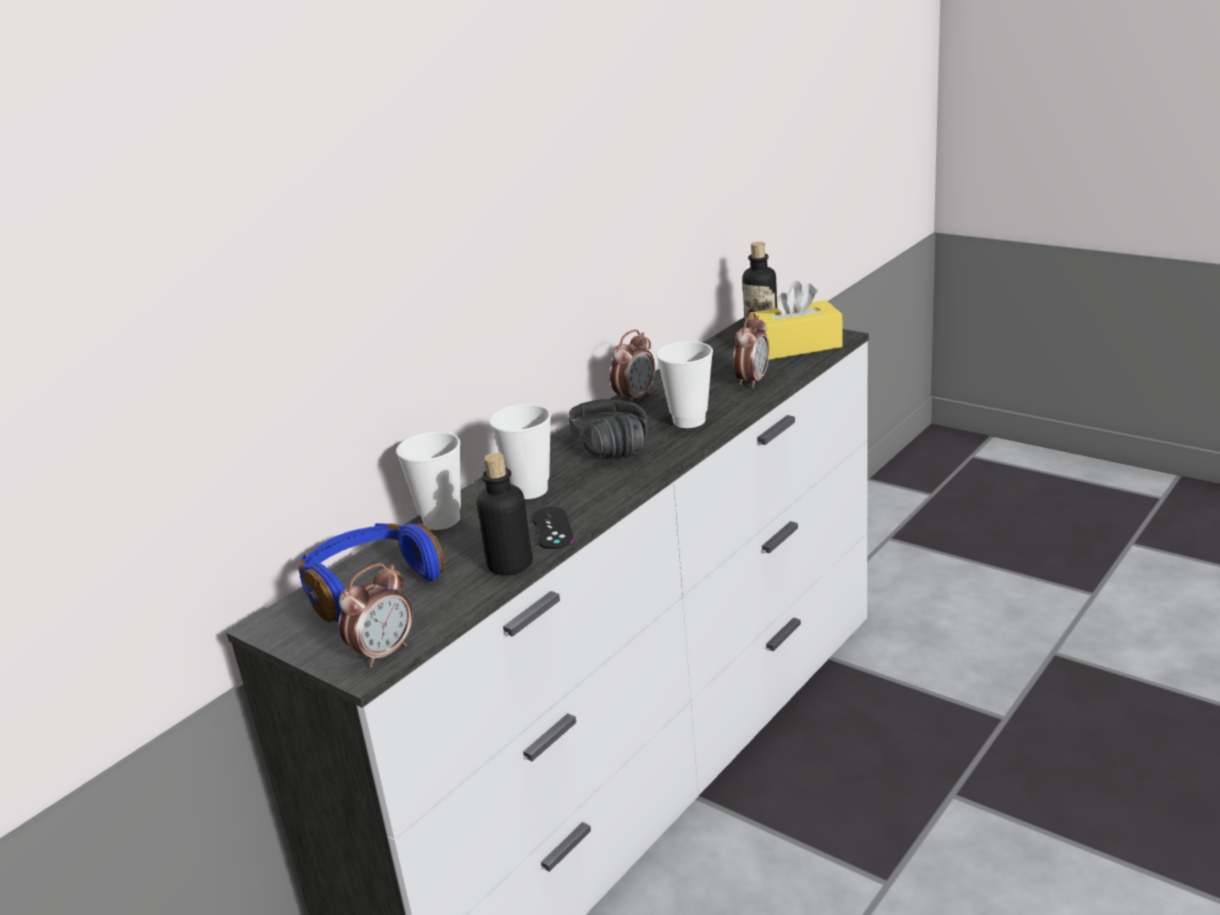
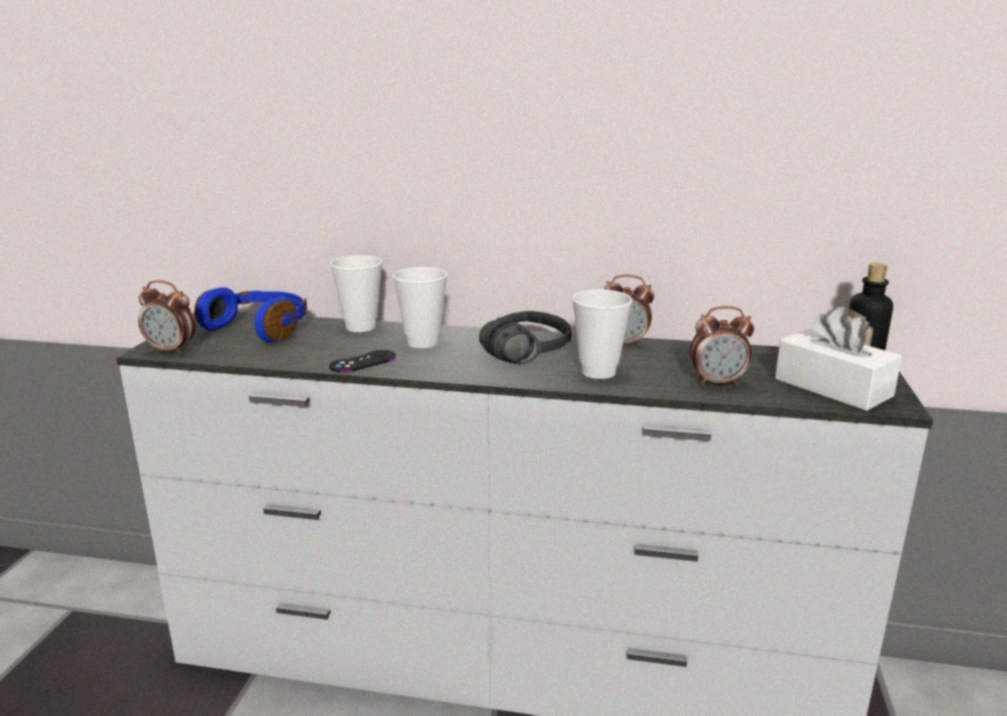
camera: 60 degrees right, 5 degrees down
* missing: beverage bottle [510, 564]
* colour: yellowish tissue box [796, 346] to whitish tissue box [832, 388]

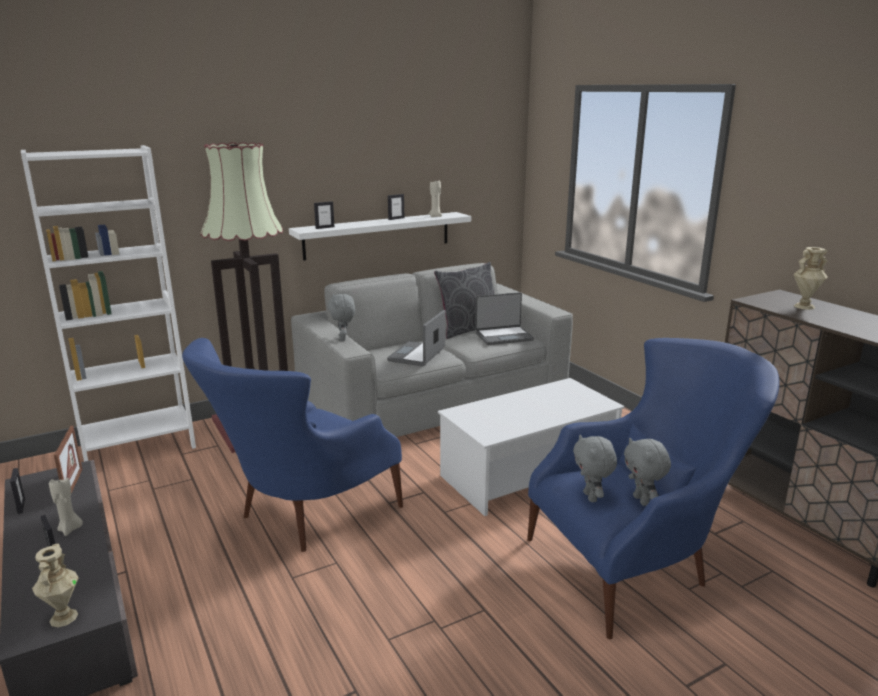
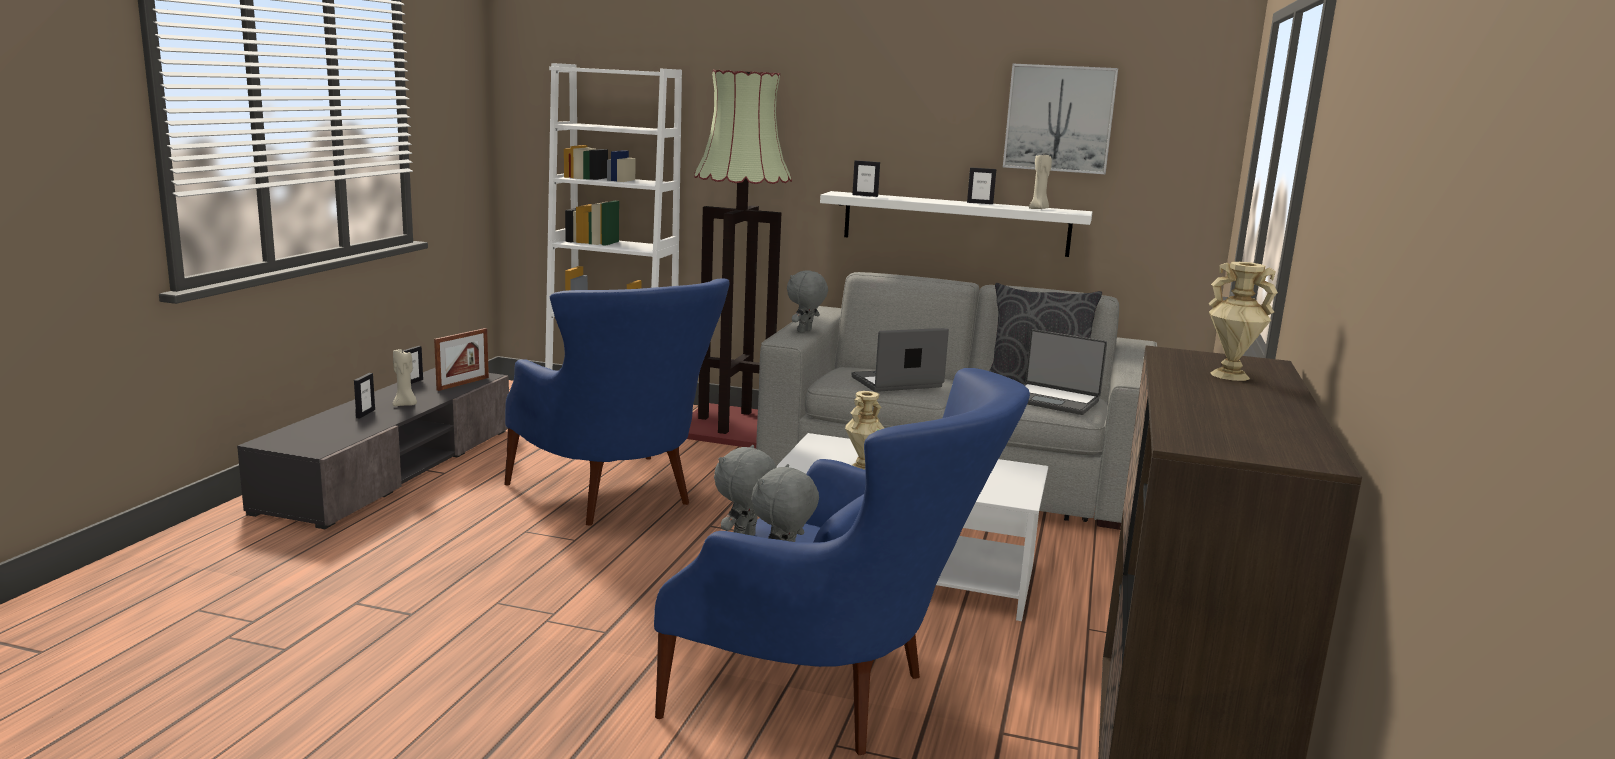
camera: 45 degrees right, 5 degrees down
* appeared: wall picture [1059, 118]
* relocated: sand-coloured vase [63, 617] to [861, 468]
* spun: blue lounge chair [300, 516] = [619, 499] 120 degrees counterclockwise

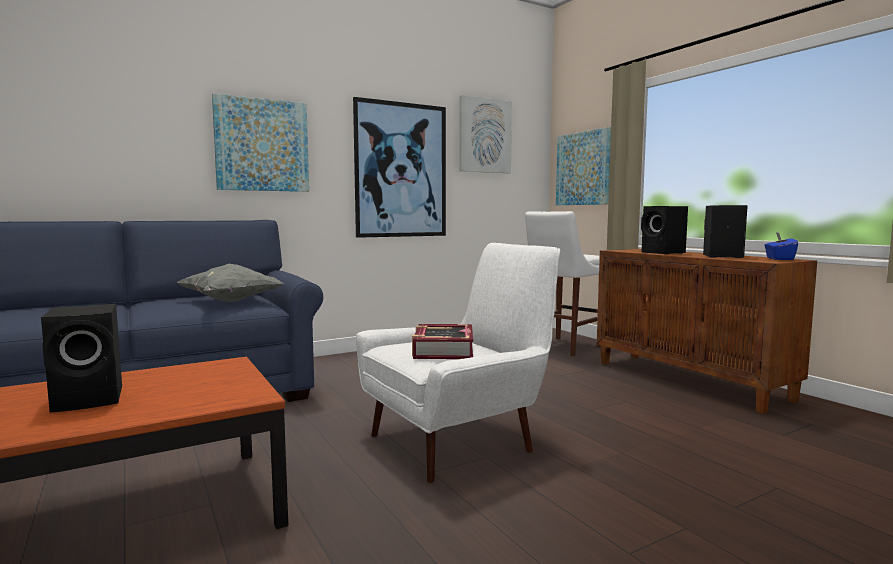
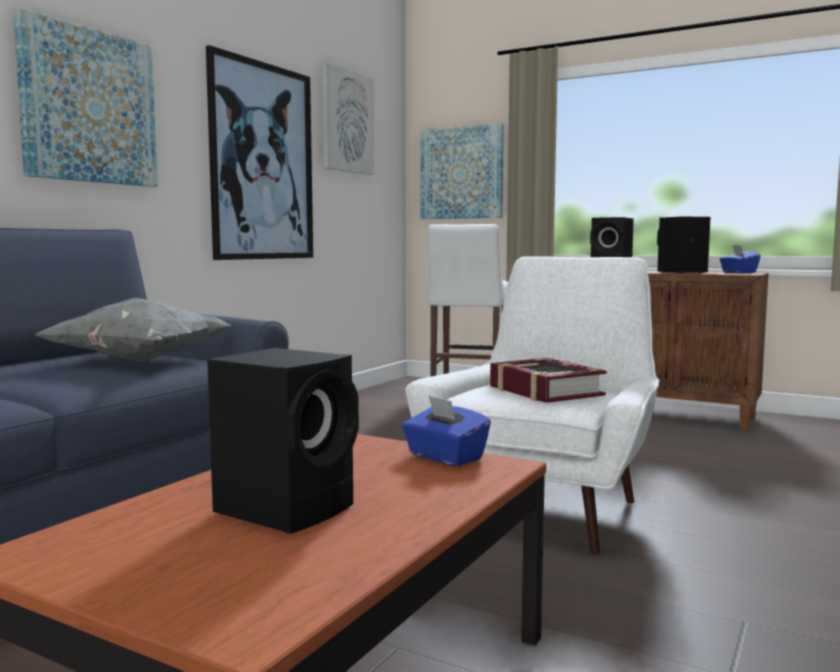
camera: 30 degrees left, 0 degrees up
* appeared: blue tissue box [445, 457]

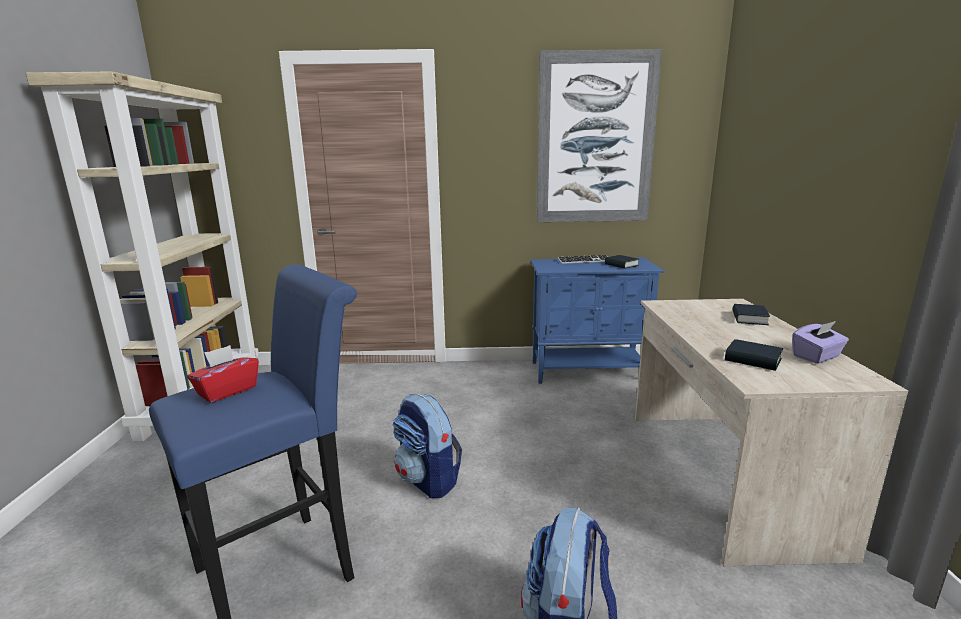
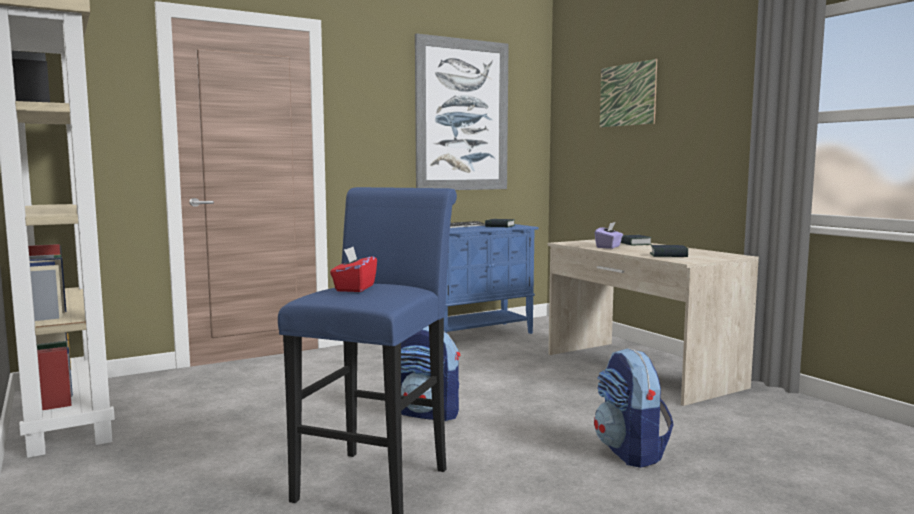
camera: 30 degrees left, 10 degrees down
* appeared: wall picture [627, 95]
* relocated: purple tissue box [816, 356] to [608, 247]

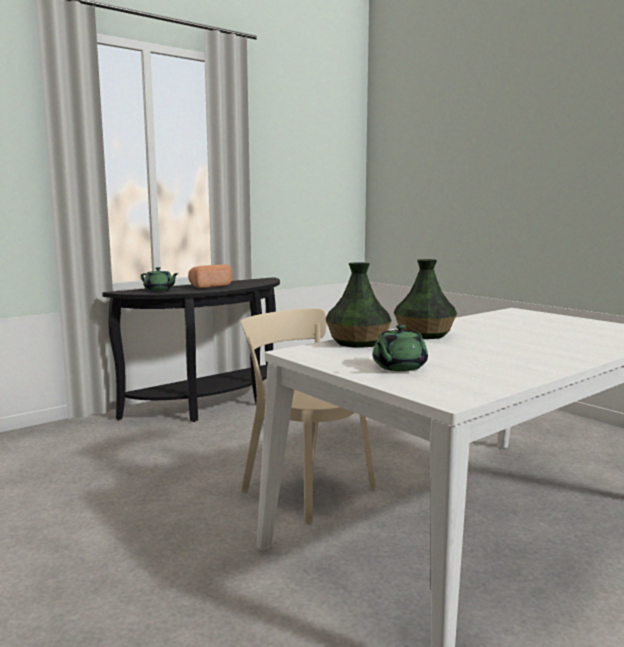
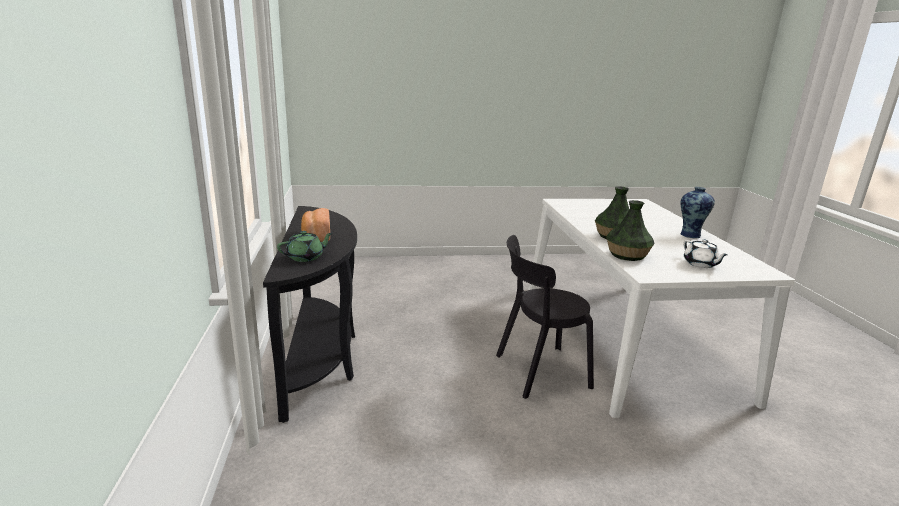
camera: 60 degrees left, 10 degrees up
* appeared: vase [690, 235]
* colour: sand-coloured upright chair [304, 487] to blackish upright chair [537, 371]
* colour: green teapot [398, 367] to whitish teapot [700, 264]

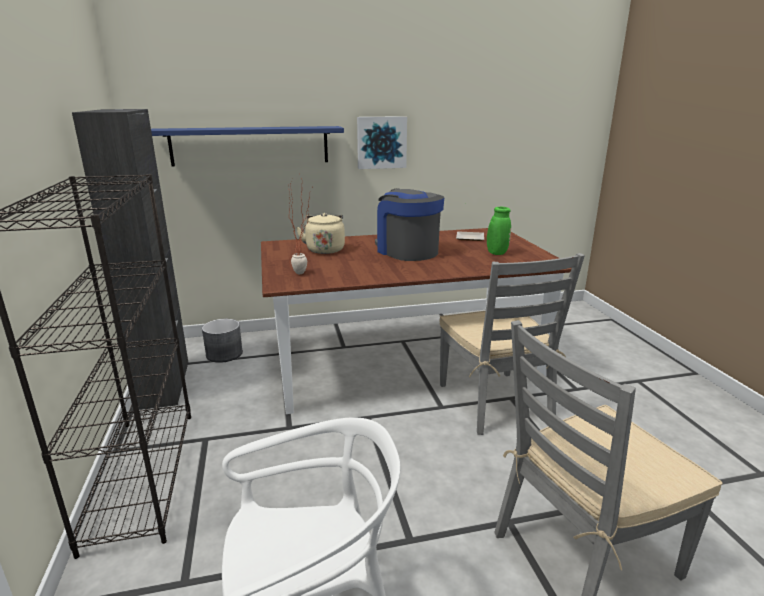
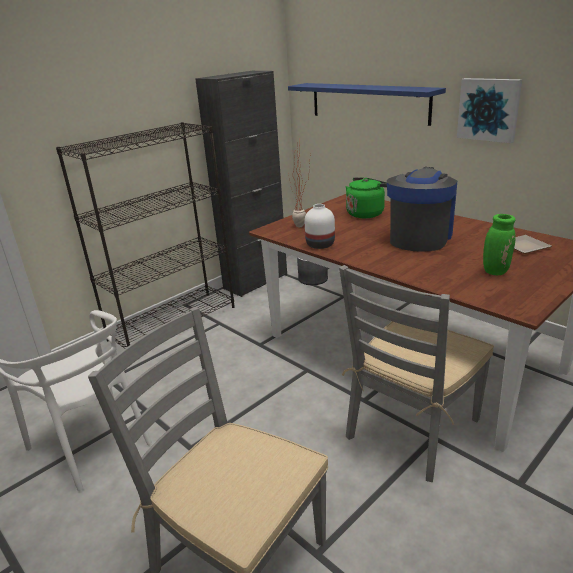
camera: 60 degrees right, 5 degrees up
* appeared: whitish vase [319, 244]
* colour: sand-coloured water kettle [325, 249] to green water kettle [366, 213]

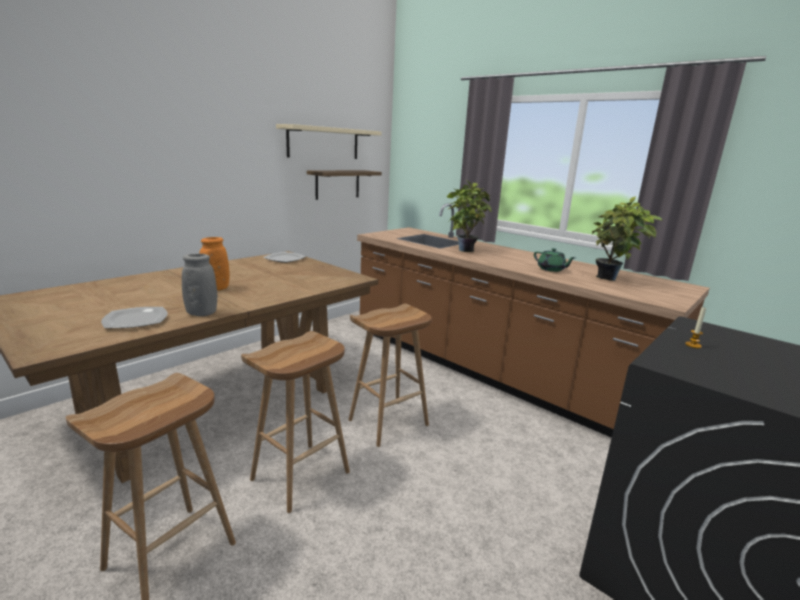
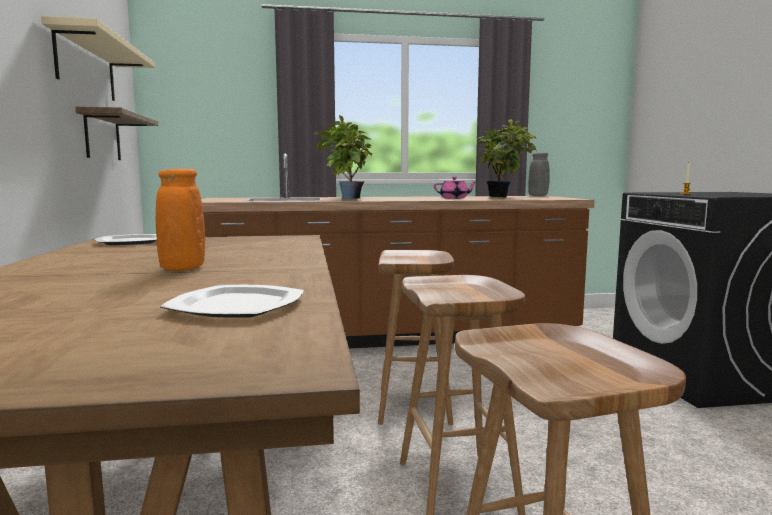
camera: 50 degrees left, 10 degrees down
* relocated: gray vase [202, 313] to [538, 196]
* colour: green teapot [551, 269] to pink teapot [454, 198]

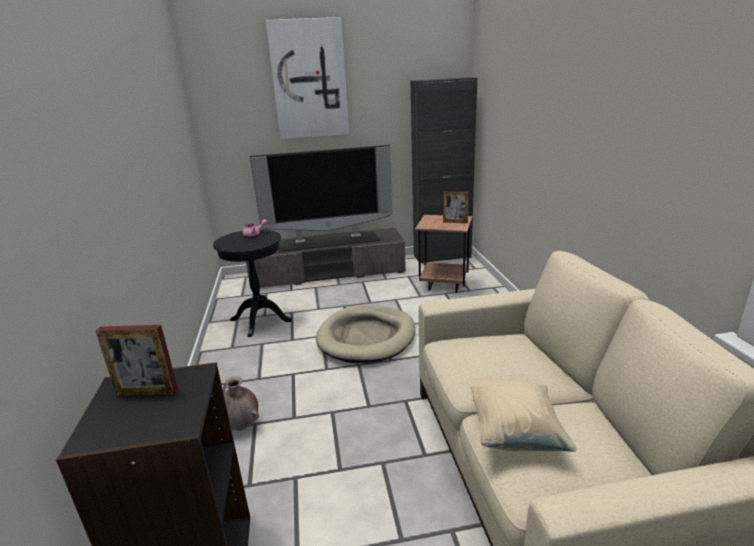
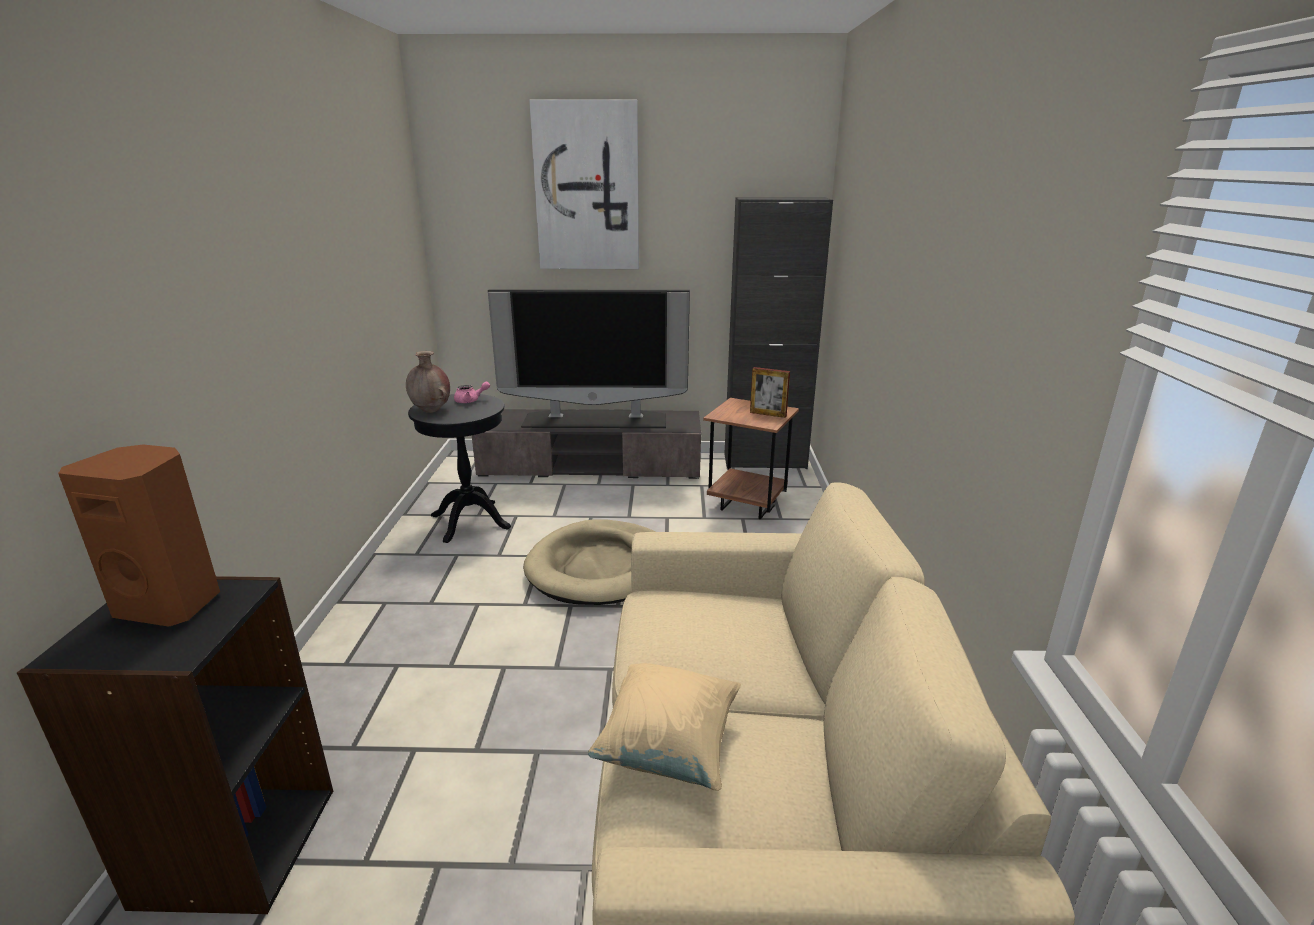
camera: 10 degrees right, 0 degrees up
* relocated: brownish vase [242, 426] to [431, 410]
* exchanged: standing frame [147, 392] to brownish speaker [172, 604]

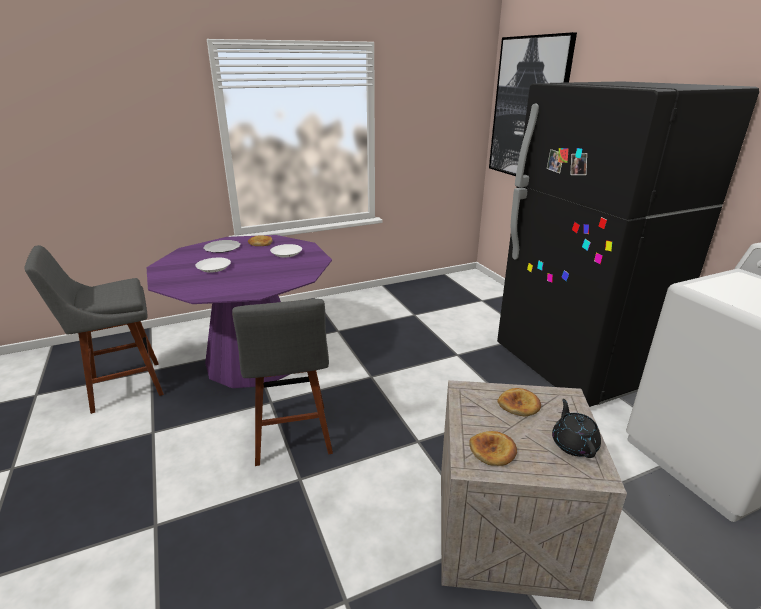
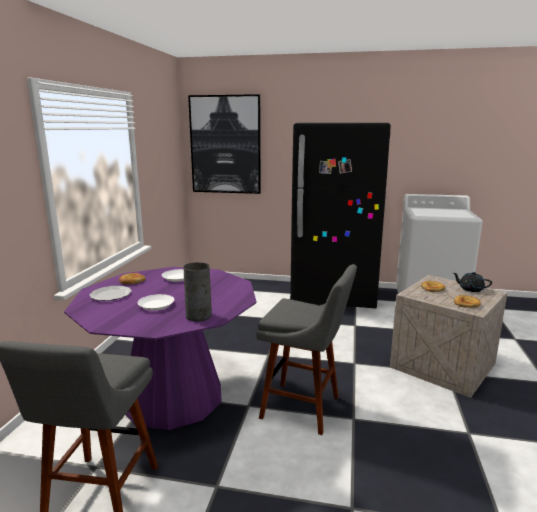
camera: 55 degrees left, 10 degrees down
* appeared: gray vase [198, 316]

